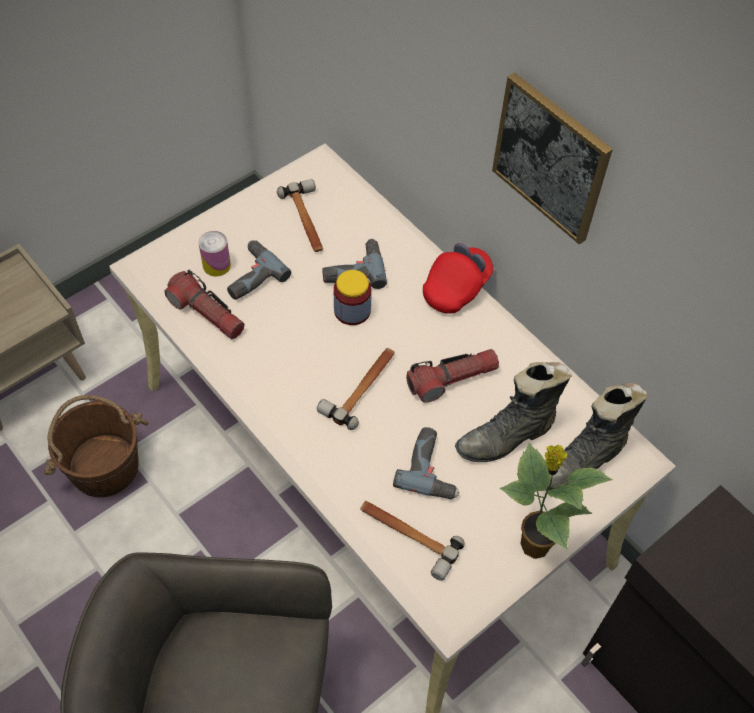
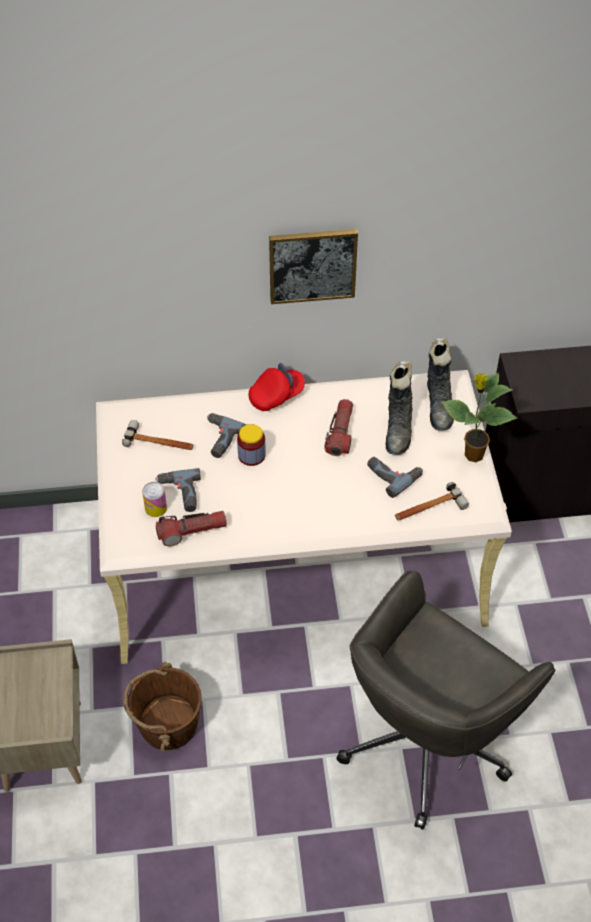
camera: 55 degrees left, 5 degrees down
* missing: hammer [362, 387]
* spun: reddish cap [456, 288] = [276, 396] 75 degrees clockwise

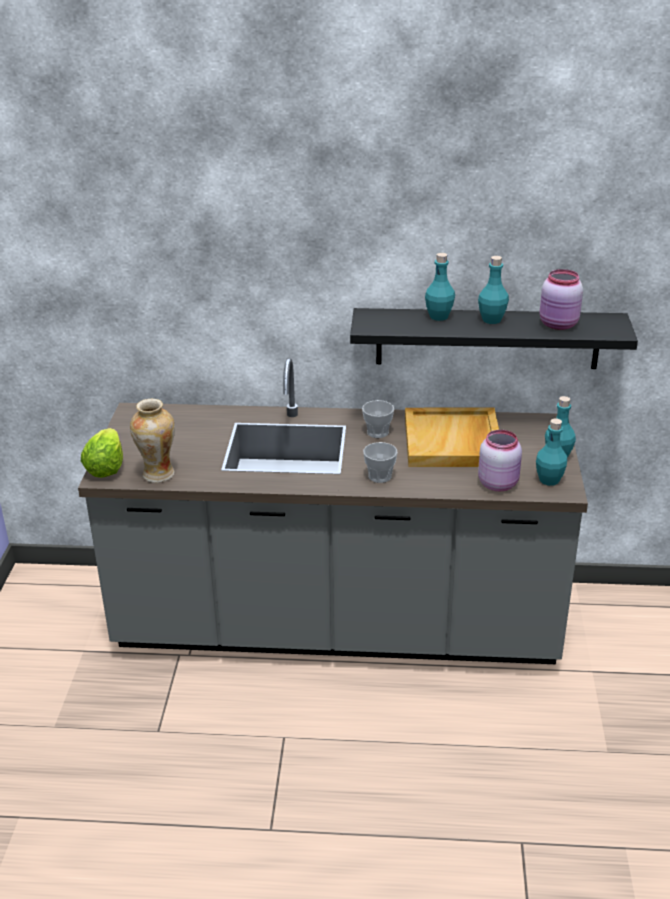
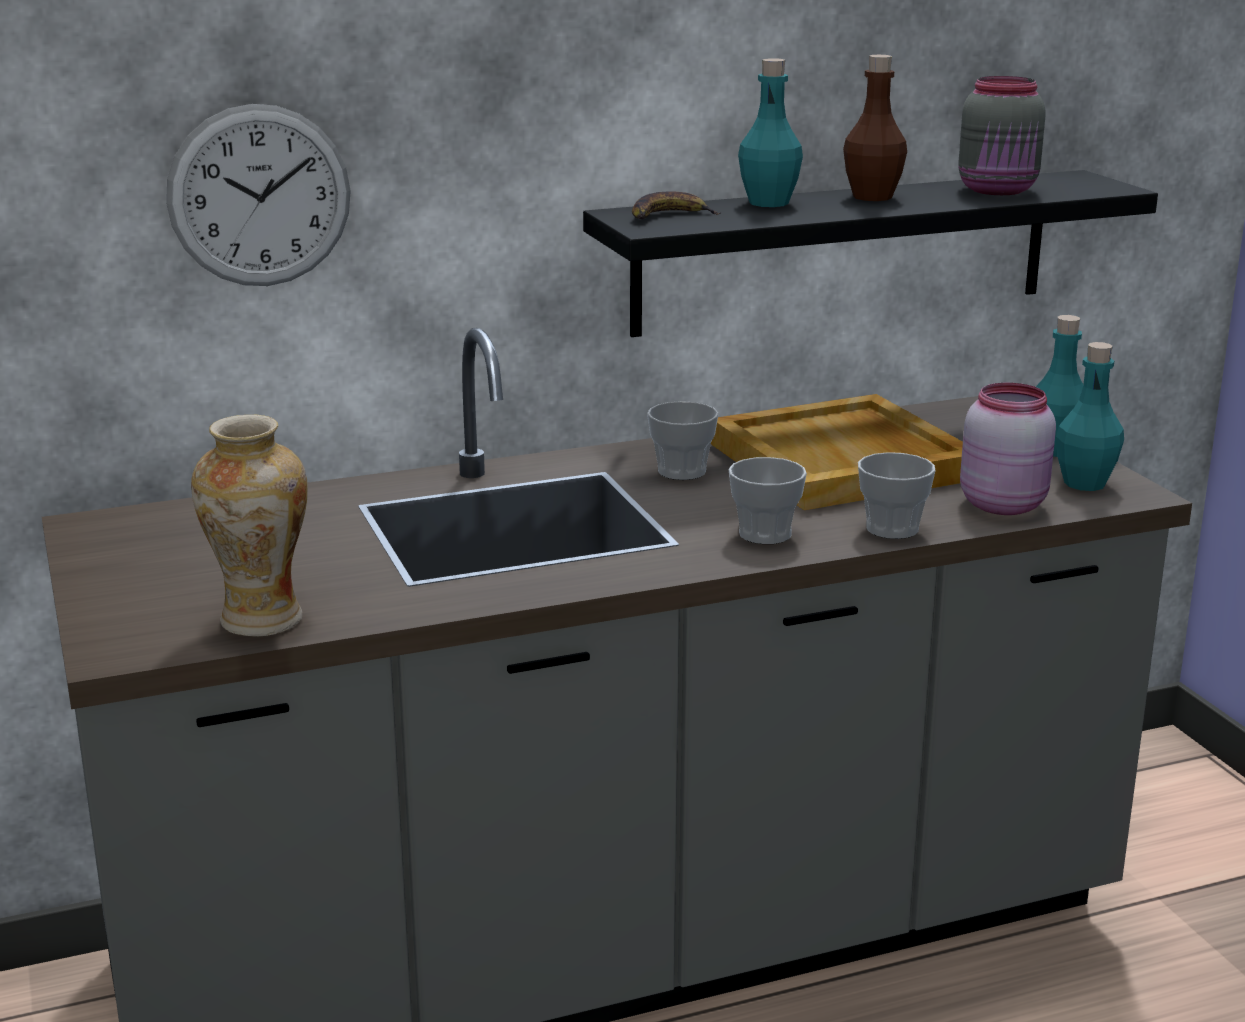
camera: 25 degrees left, 10 degrees down
* missing: lettuce head [105, 468]
* appeared: wall clock [259, 196]
* appeared: banana fruit [669, 216]
* appeared: cup [892, 529]
* colour: turquoise-coloured beverage bottle [491, 320] to brownish beverage bottle [872, 197]
* colour: pink storage jar [559, 325] to gray storage jar [999, 190]

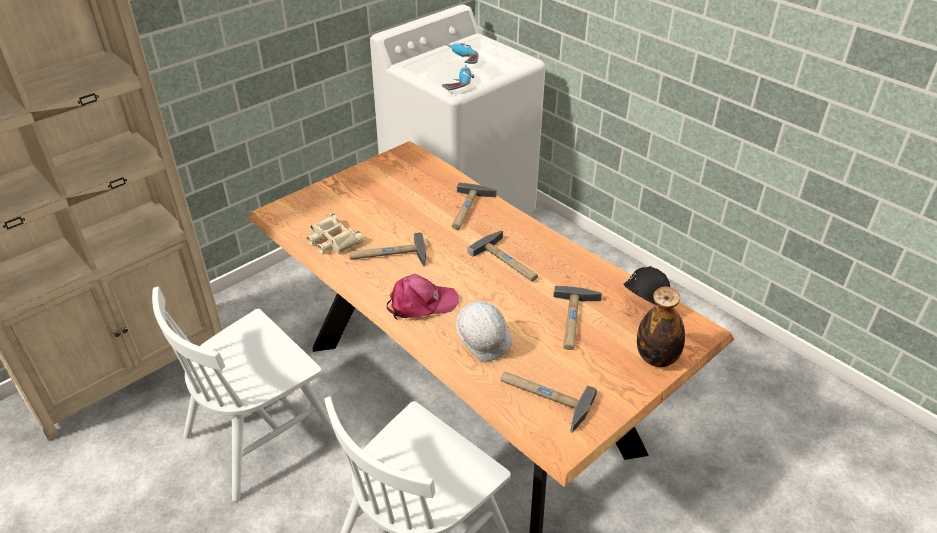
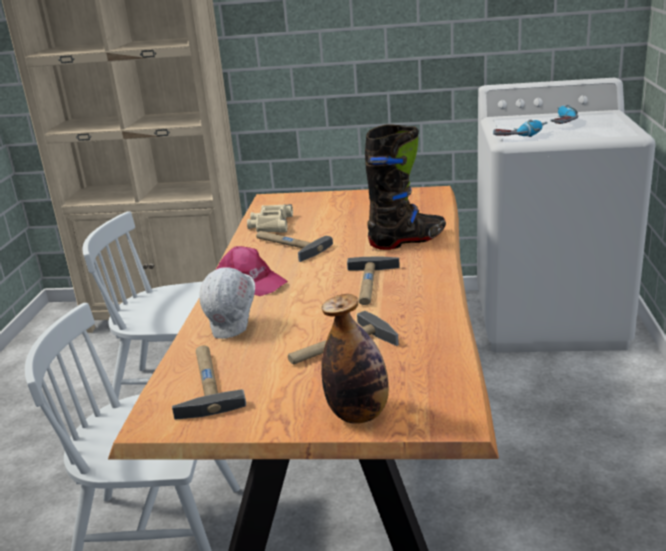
camera: 50 degrees right, 15 degrees down
* missing: blackish hard hat [640, 310]
* exchanged: hammer [468, 210] to blackish boot [408, 240]

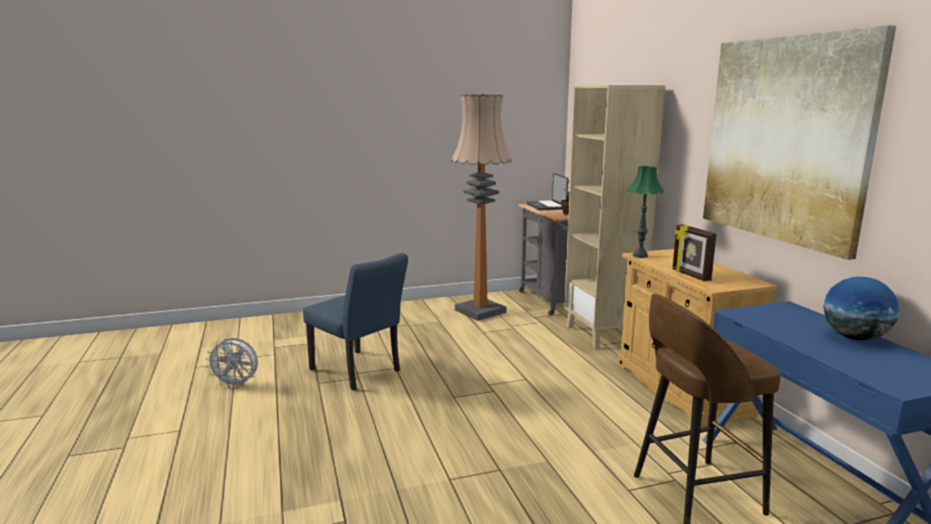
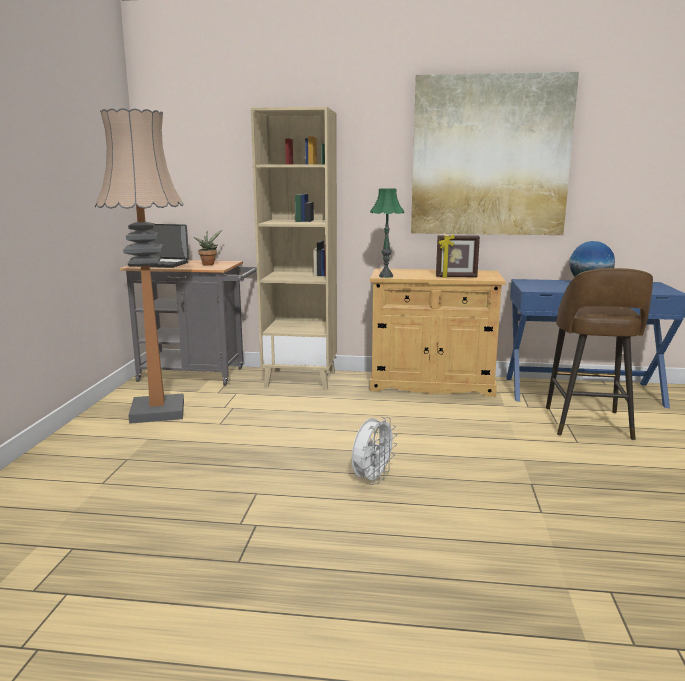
camera: 65 degrees left, 0 degrees up
* missing: blue upright chair [359, 372]
* relocated: whitish electric fan [236, 384] to [372, 479]

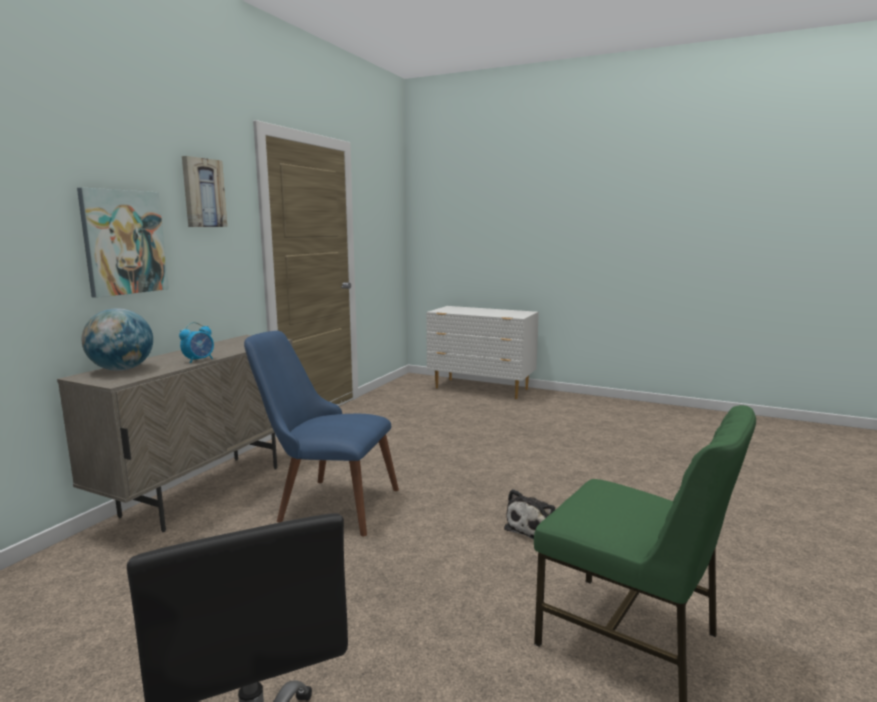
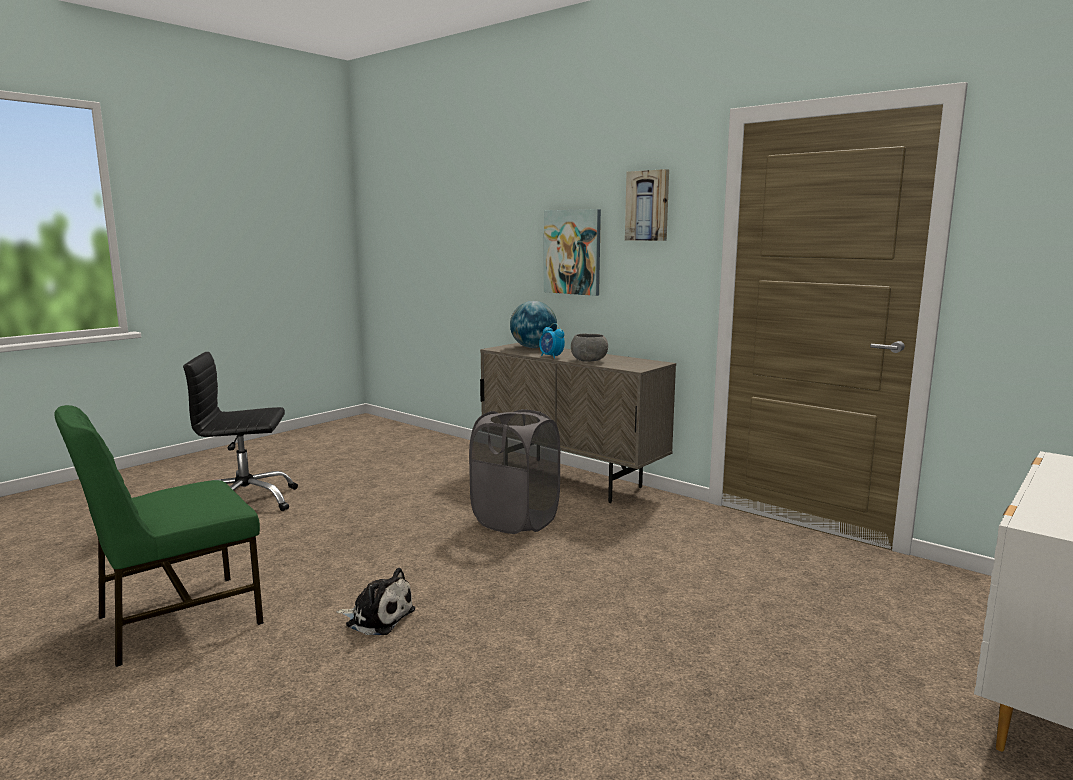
camera: 105 degrees right, 0 degrees up
* appeared: gray serving bowl [589, 361]
* exchanged: blue upright chair [325, 503] to gray hamper [516, 520]
* spun: cuddly toy [534, 528] = [377, 617] 150 degrees clockwise

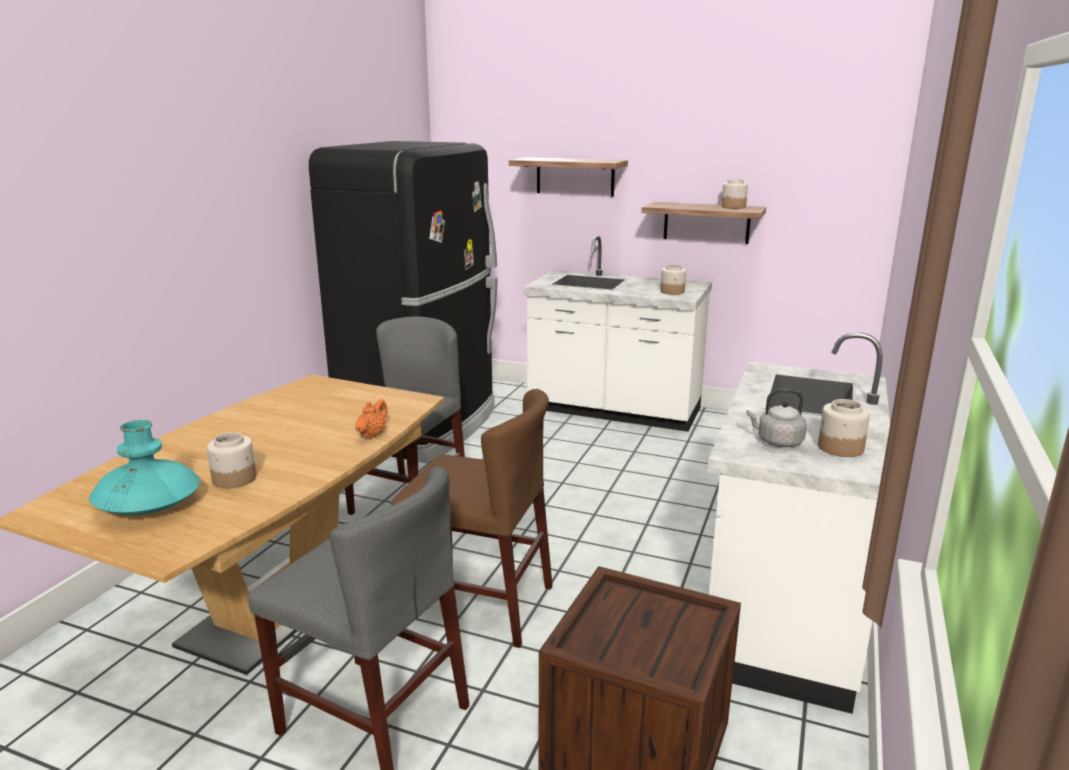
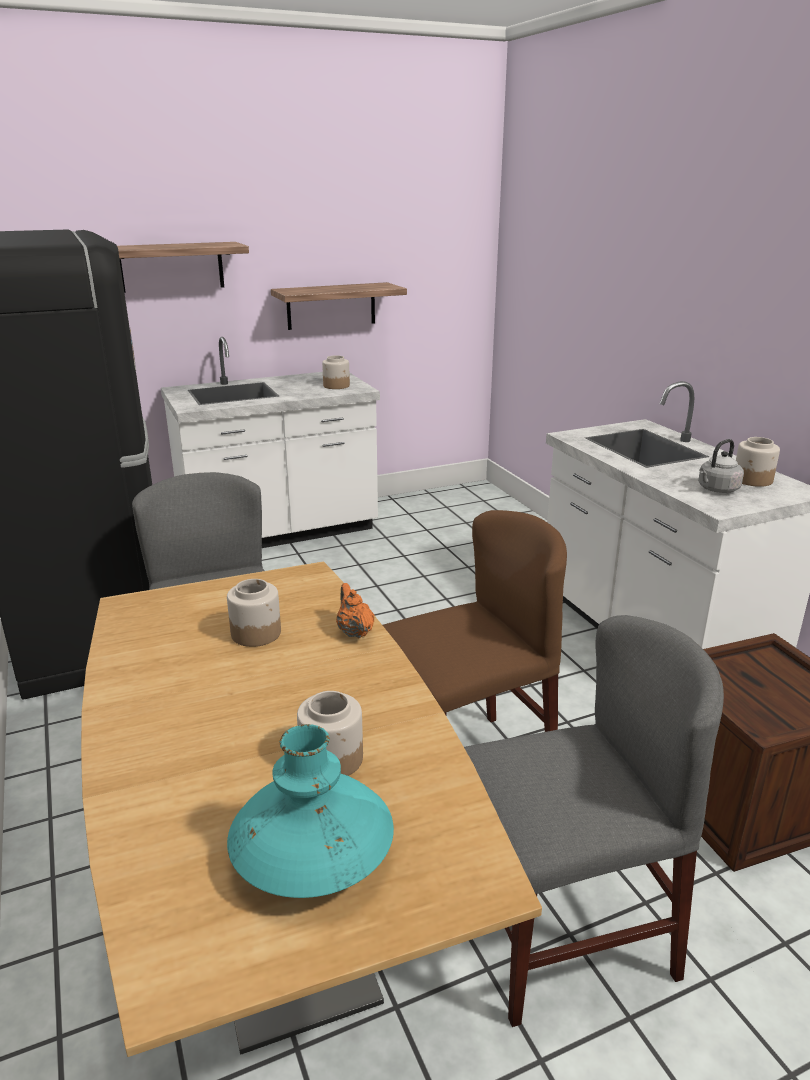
camera: 45 degrees left, 5 degrees up
* relocated: storage jar [733, 207] to [256, 633]

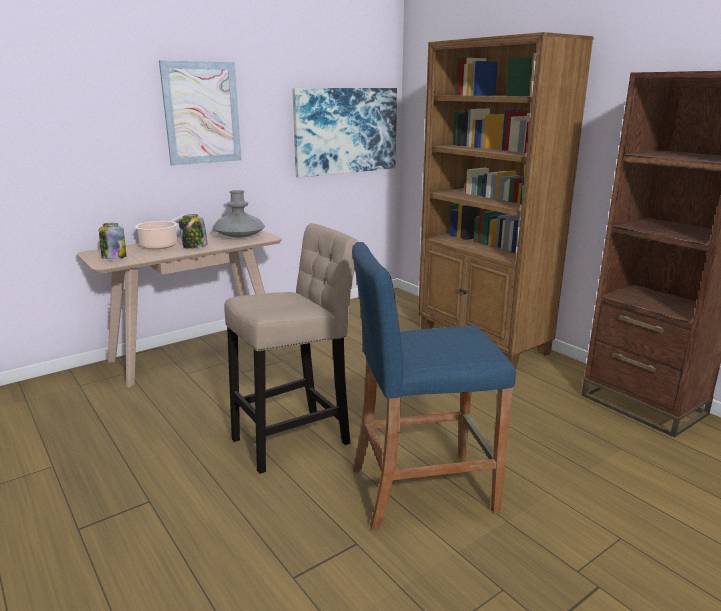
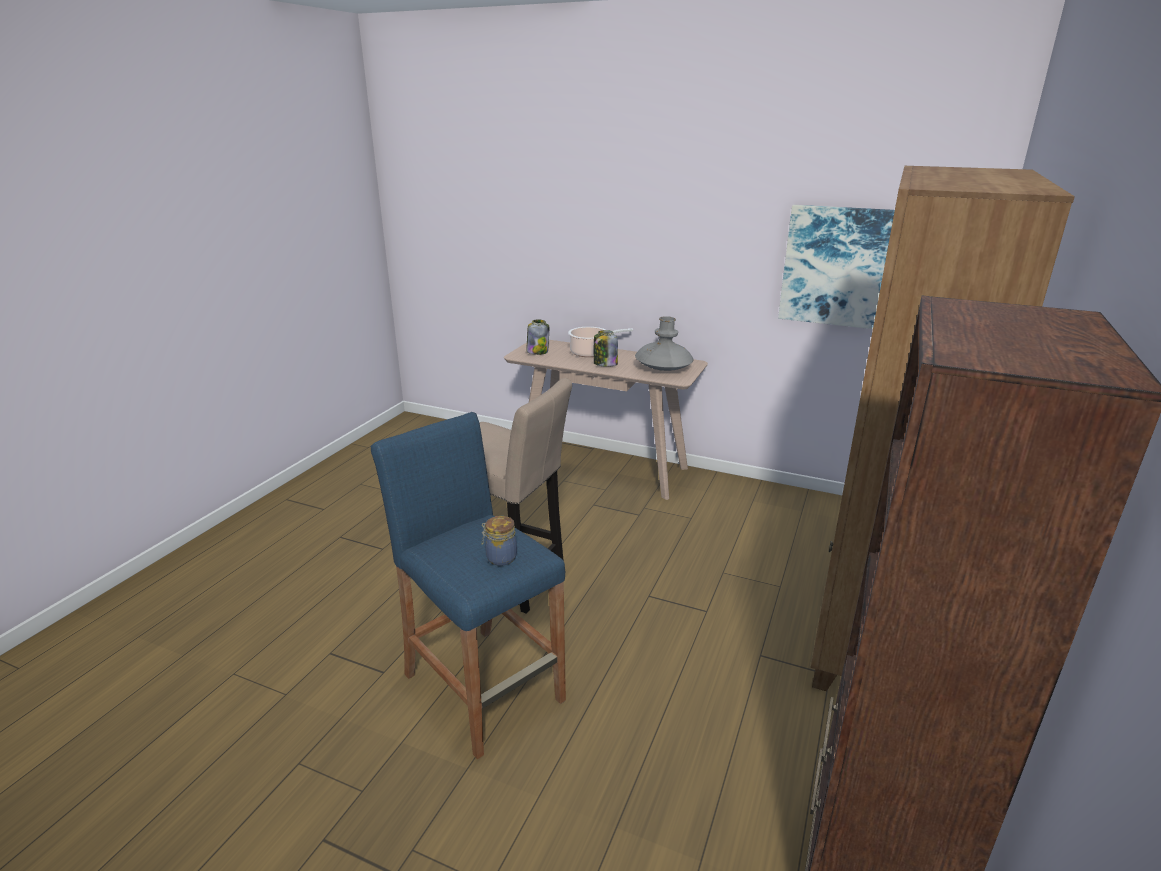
camera: 60 degrees right, 5 degrees up
* missing: wall picture [202, 113]
* appeared: storage jar [500, 557]

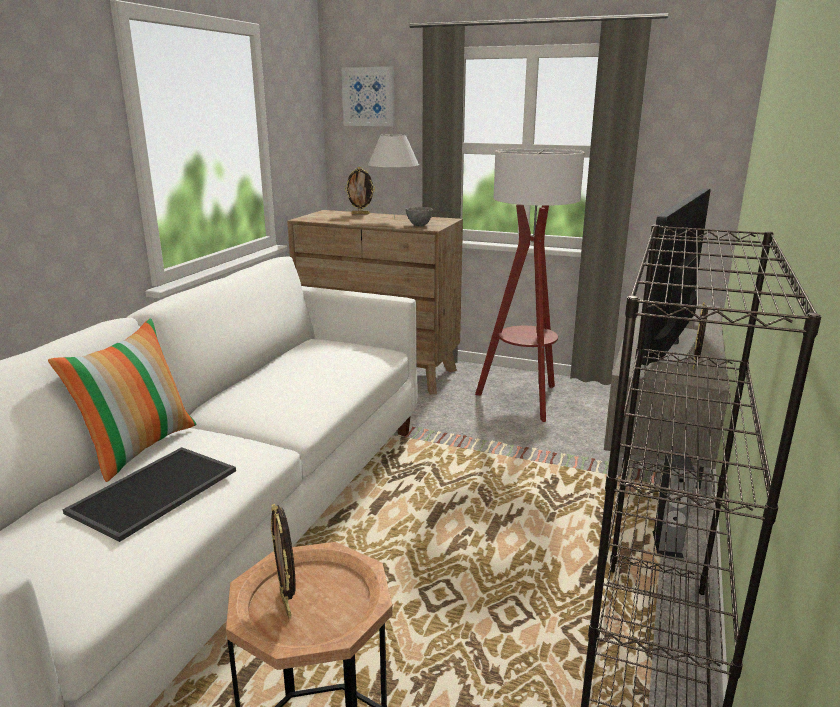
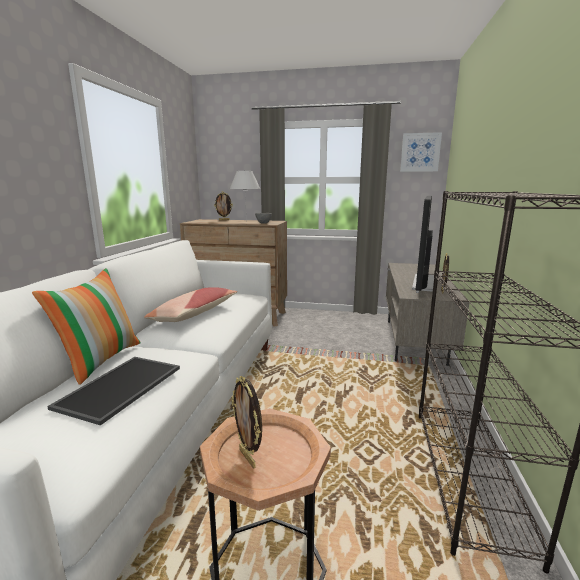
camera: 10 degrees left, 5 degrees down
* missing: standing lamp [524, 400]
* missing: speaker [667, 544]
* appeared: cushion [194, 314]
* relocated: wall picture [369, 96] to [420, 152]

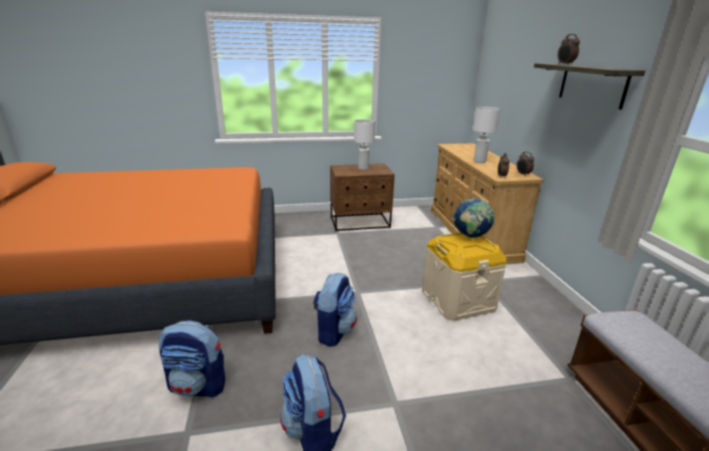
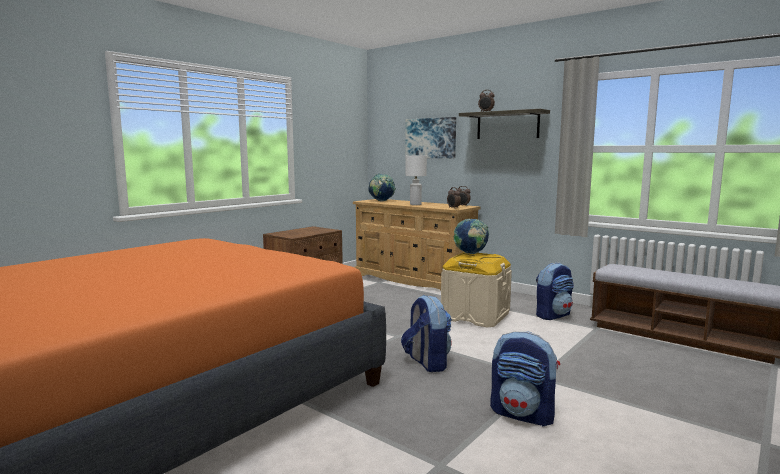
camera: 40 degrees left, 15 degrees down
* missing: whitish table lamp [363, 168]
* appeared: globe [381, 201]
* appeared: wall picture [431, 138]
* relocated: rucksack [198, 386] to [553, 315]

